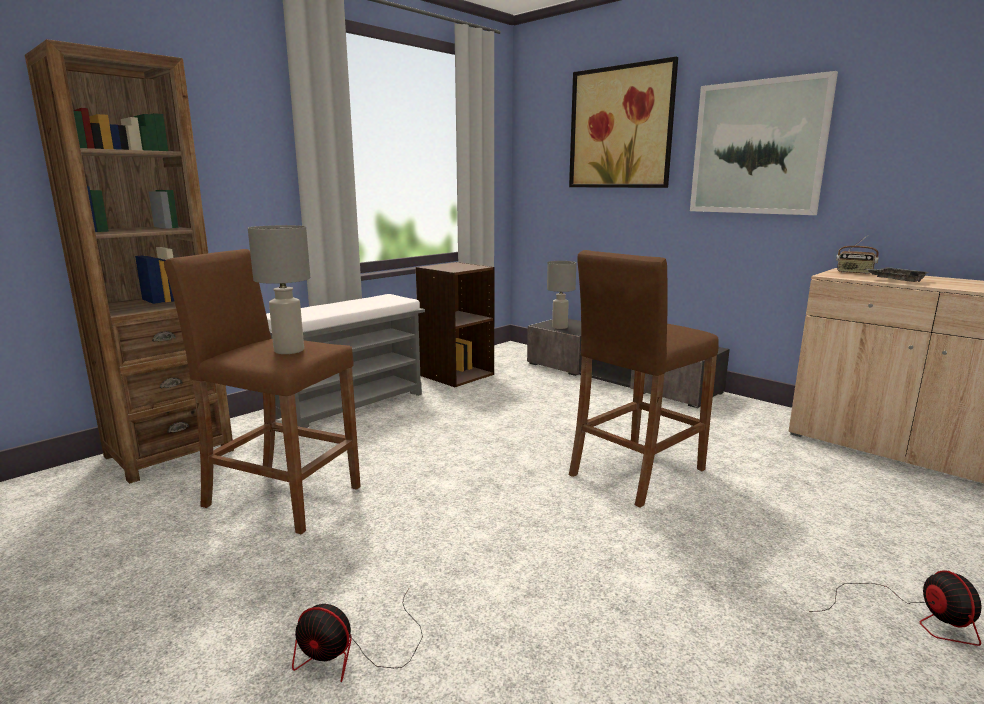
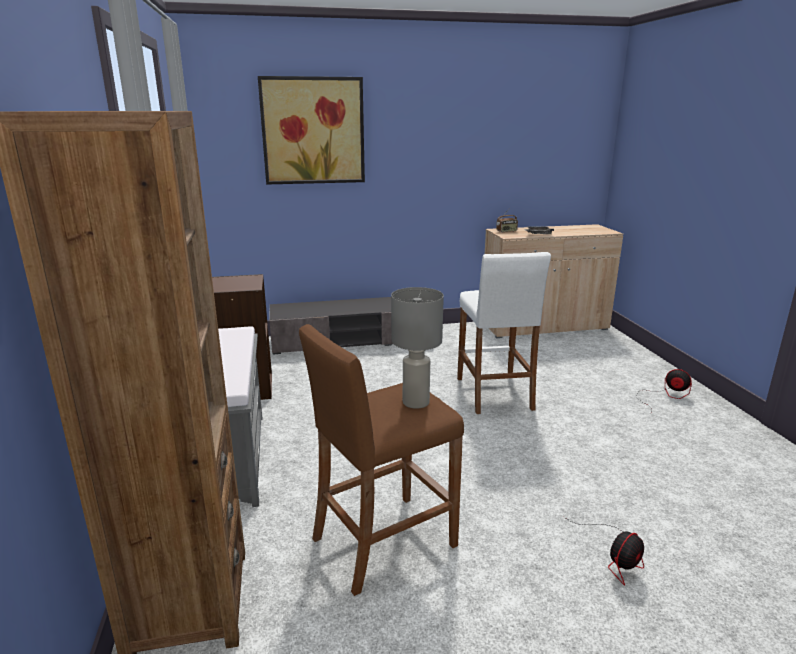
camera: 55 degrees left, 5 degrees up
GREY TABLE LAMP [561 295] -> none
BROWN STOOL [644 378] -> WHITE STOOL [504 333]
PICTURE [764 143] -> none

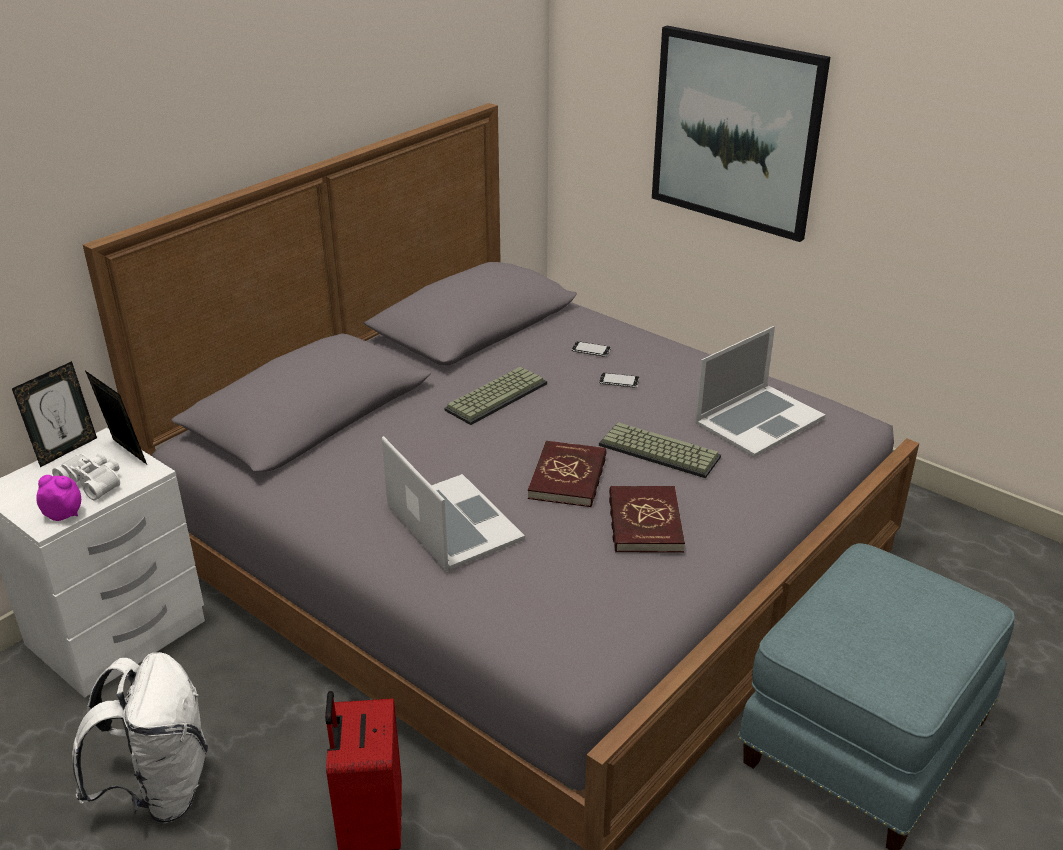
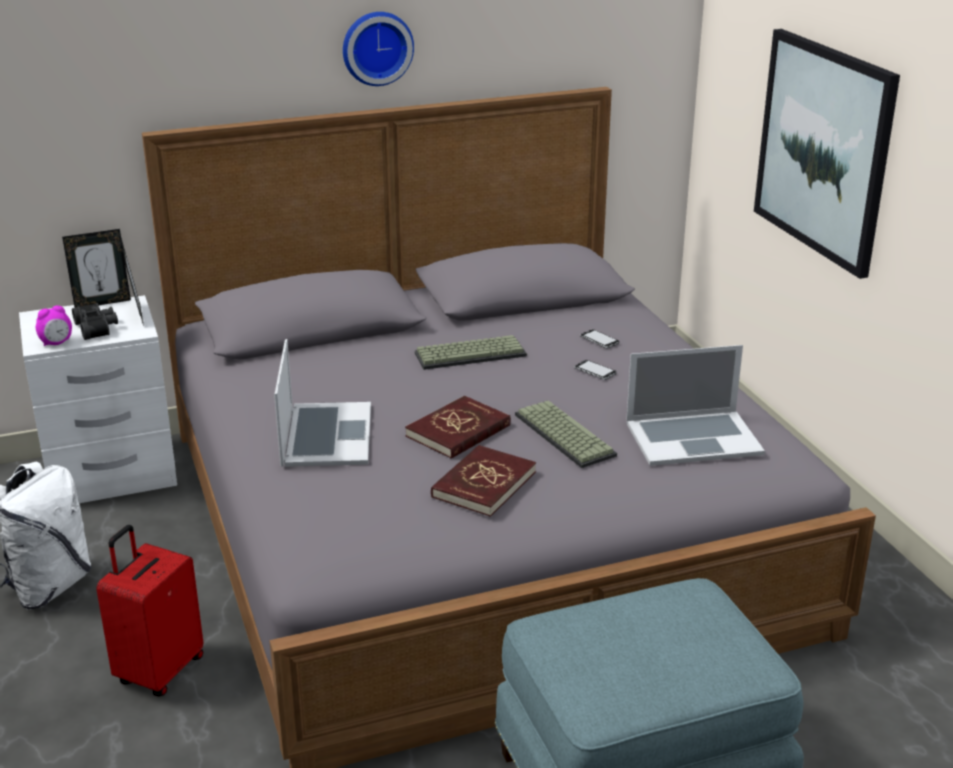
camera: 30 degrees right, 5 degrees down
ALARM CLOCK [58 498] -> ALARM CLOCK [54 326], 105 degrees clockwise
WHITE BINOCULARS [86 476] -> BLACK BINOCULARS [95 321]
none -> WALL CLOCK [378 49]

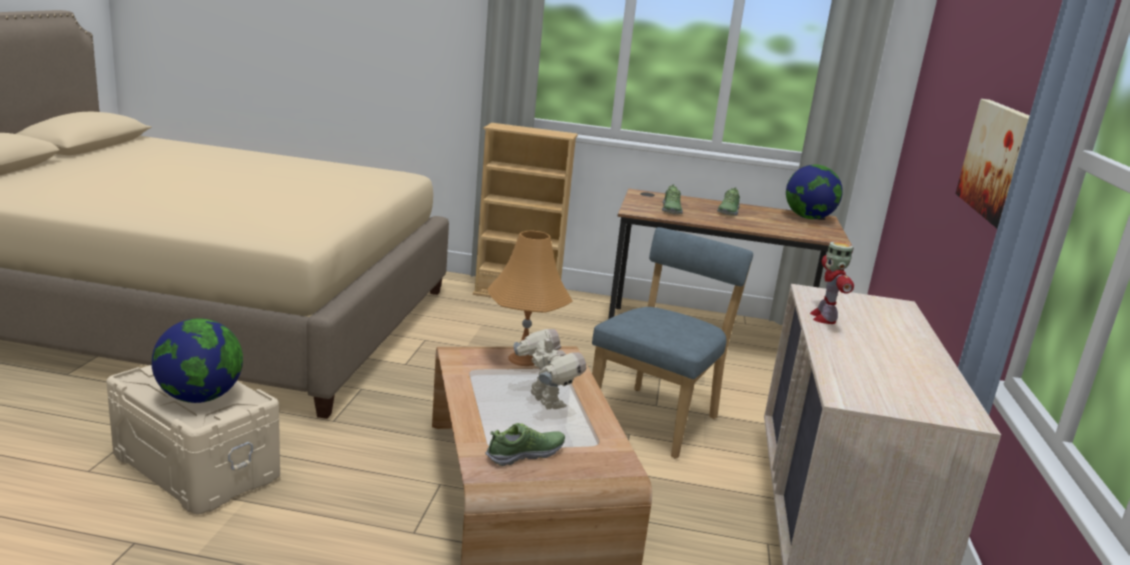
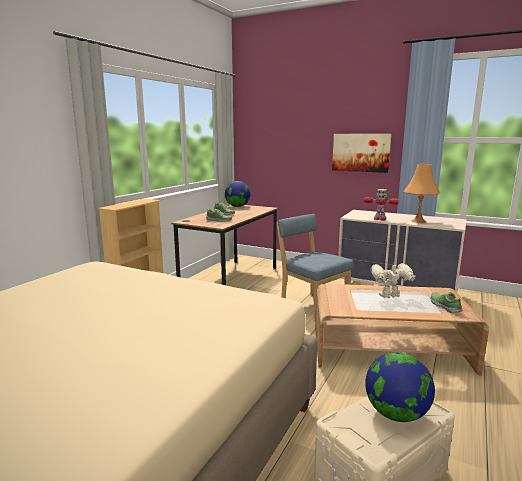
camera: 70 degrees left, 5 degrees down
ORANGE TABLE LAMP [529 298] -> ORANGE TABLE LAMP [421 193], move

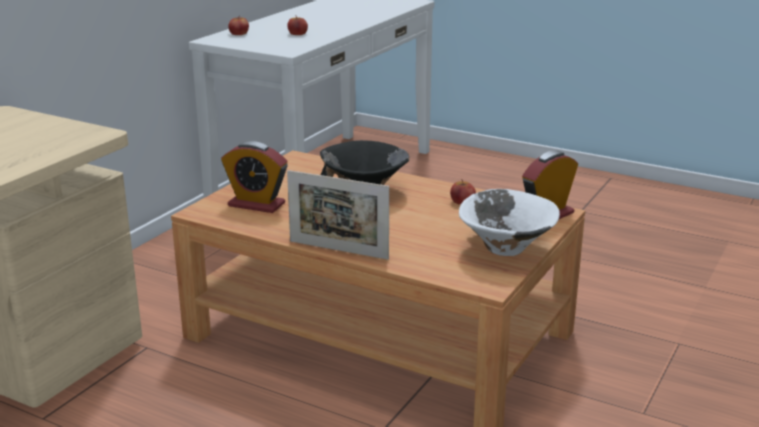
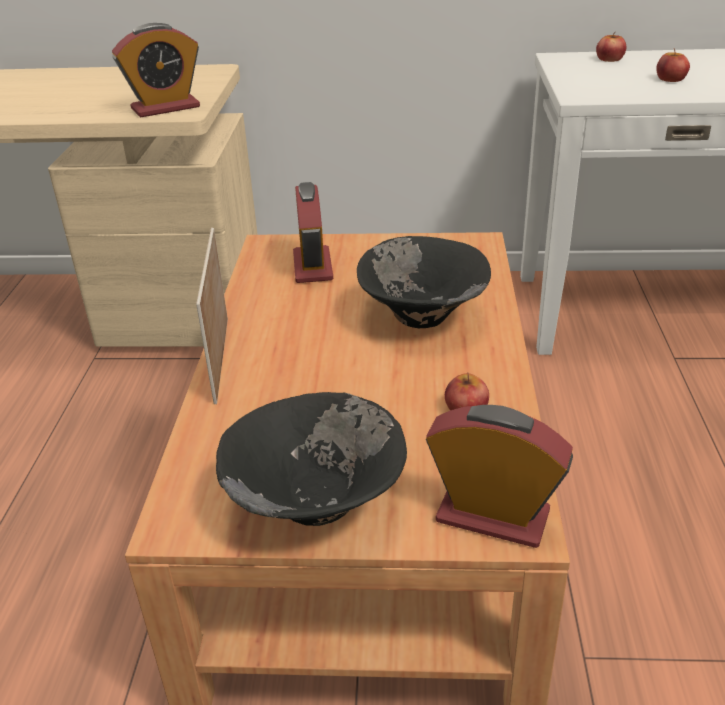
camera: 65 degrees right, 10 degrees up
WHITE BOWL [509 222] -> BLACK BOWL [311 459]
none -> ALARM CLOCK [156 70]

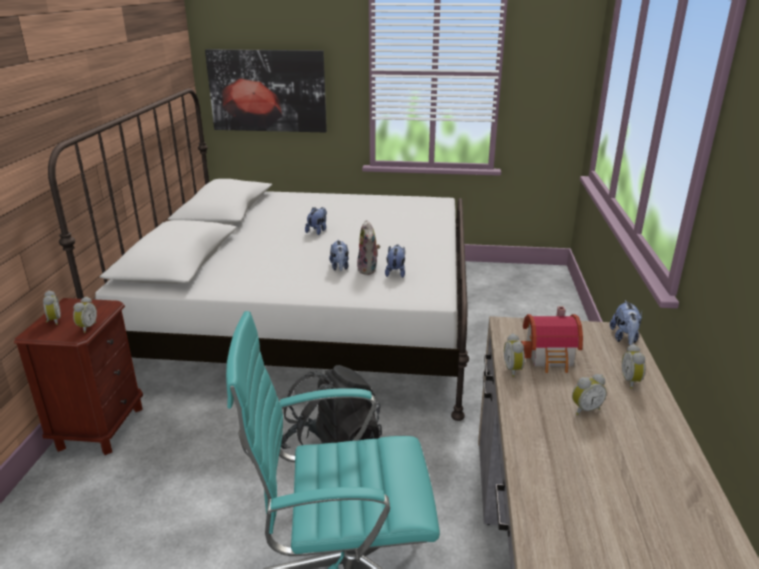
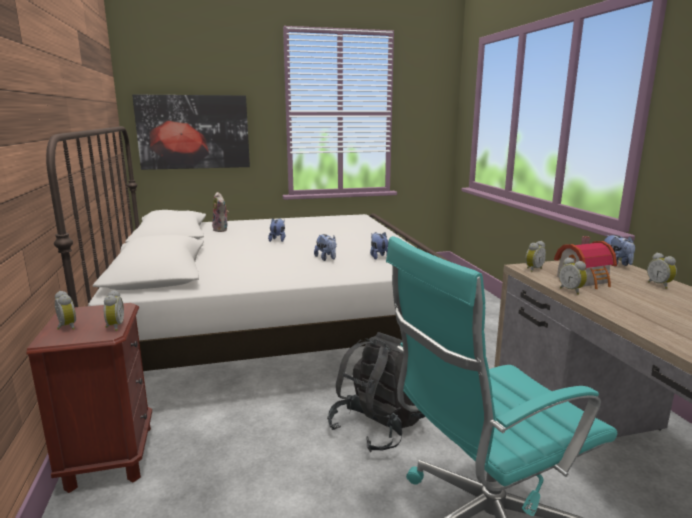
camera: 20 degrees left, 10 degrees down
PLUSH TOY [368 247] -> PLUSH TOY [220 212], move
ALARM CLOCK [589 394] -> ALARM CLOCK [535 256], move

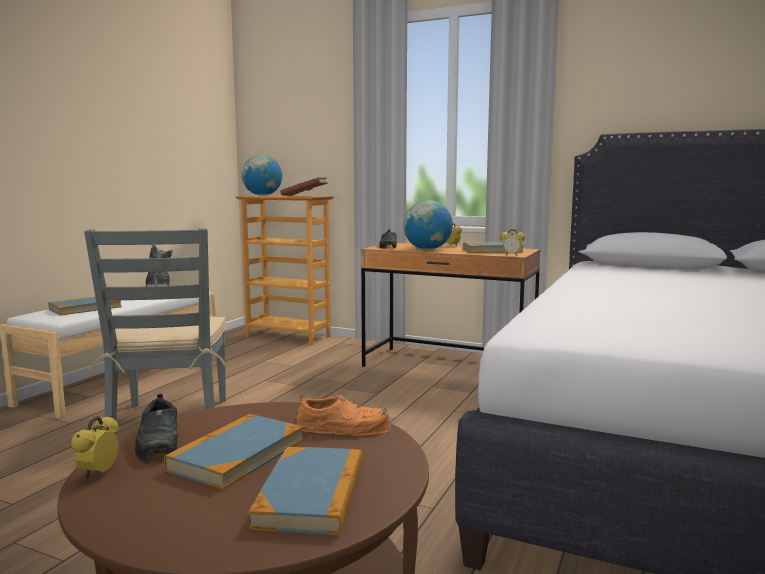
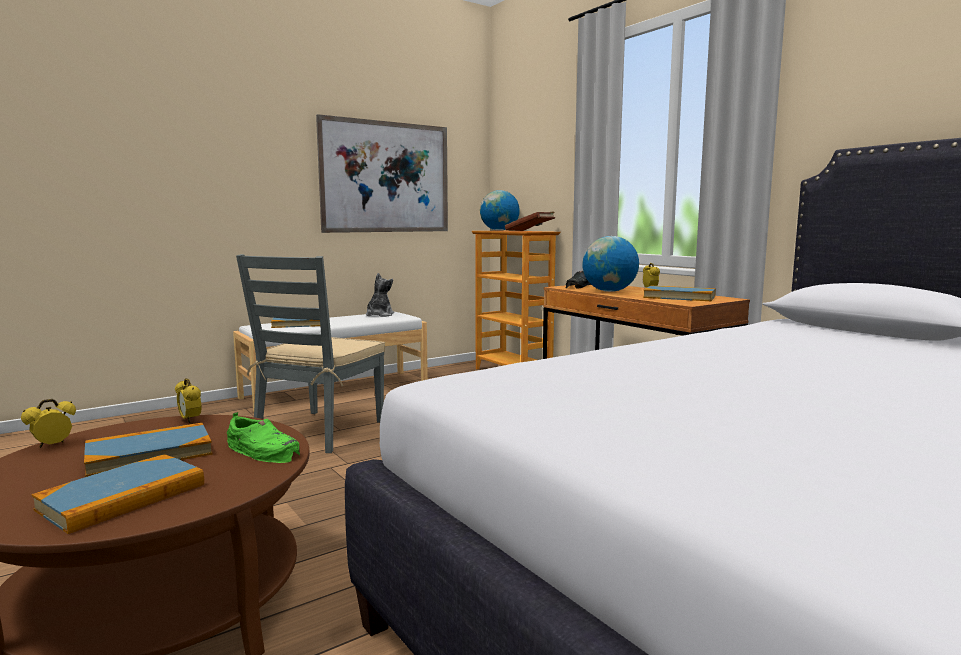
camera: 30 degrees right, 0 degrees up
BLACK SHOE [156 429] -> none
ORANGE SHOE [343 415] -> GREEN SHOE [263 437]
ALARM CLOCK [512 242] -> ALARM CLOCK [188 400], move
none -> PICTURE [382 173]

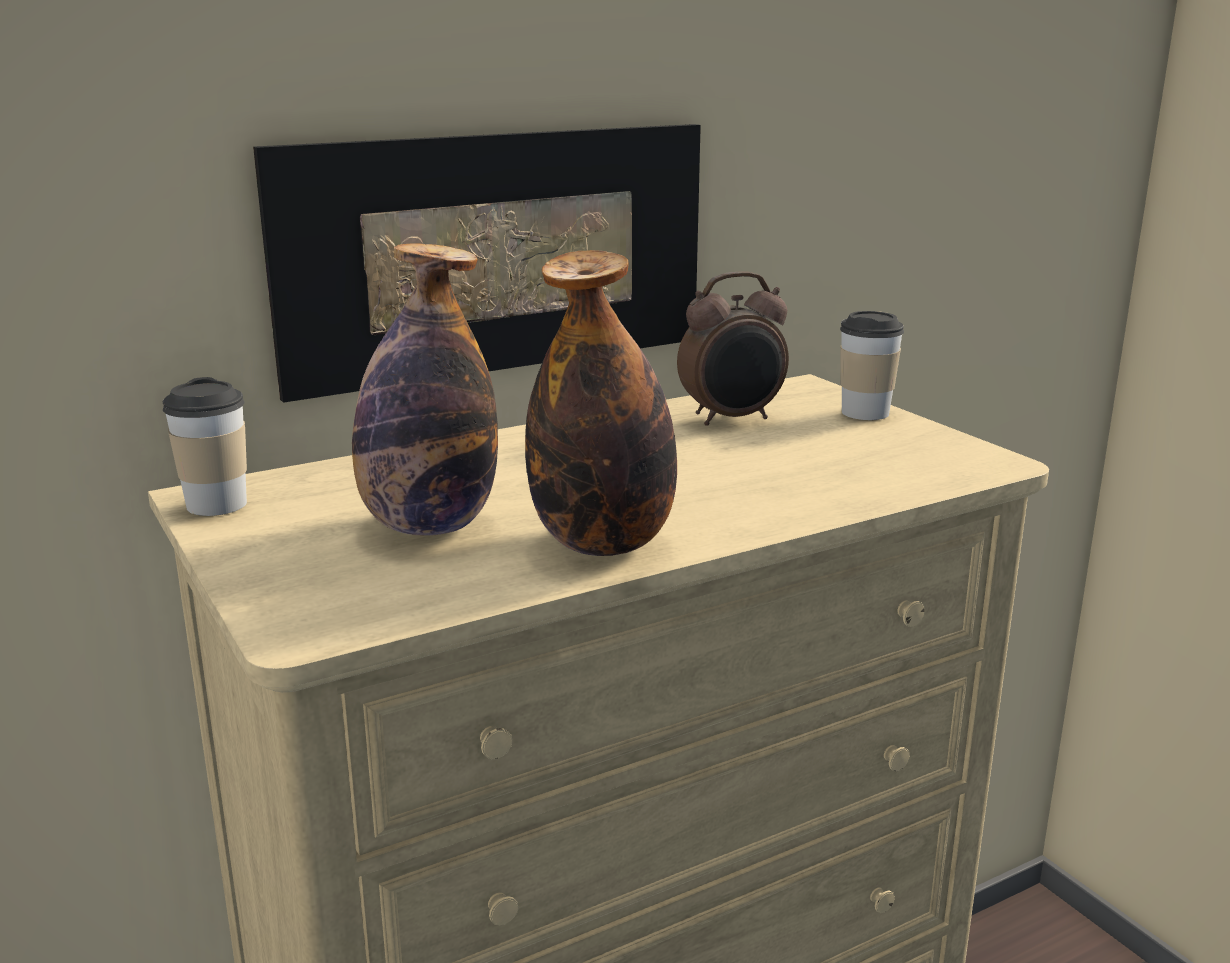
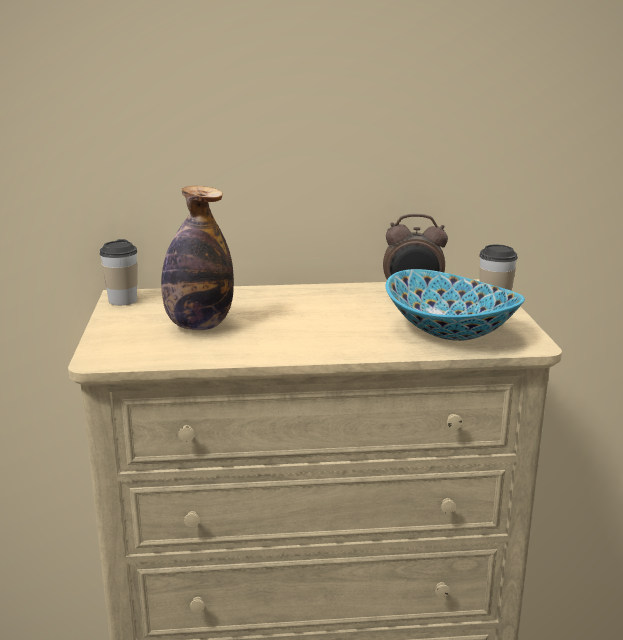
camera: 25 degrees right, 0 degrees up
PICTURE [477 263] -> none
BOTTLE [601 403] -> none
none -> BOWL [455 305]

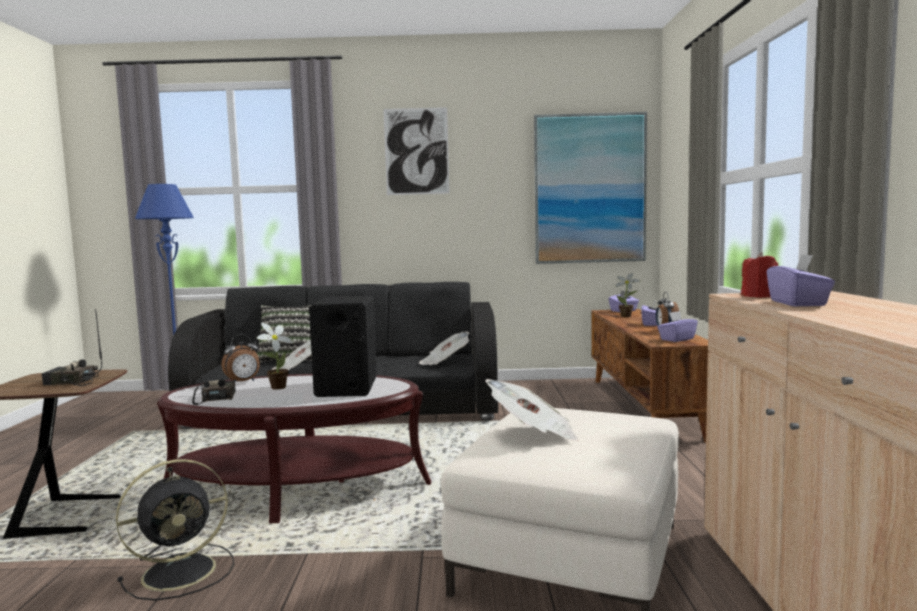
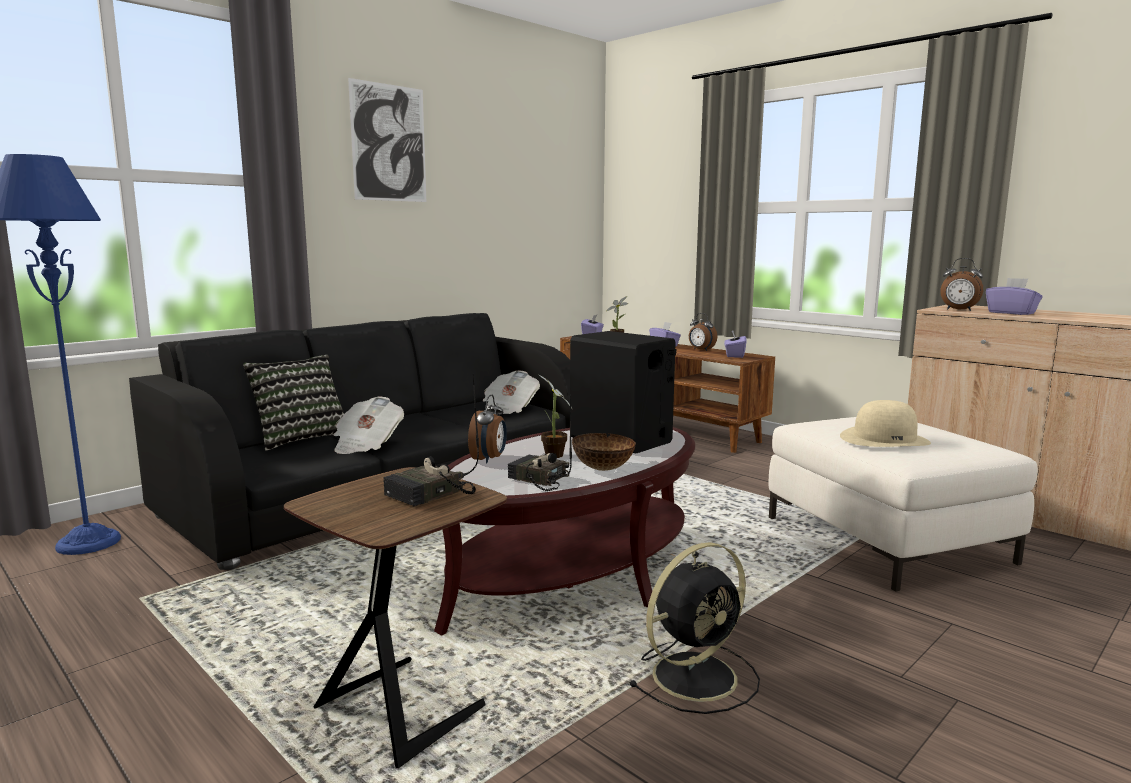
camera: 45 degrees left, 5 degrees up
BLACK FAN [175 530] -> BLACK FAN [694 628], 45 degrees clockwise
NEWSPAPER [531 410] -> BEIGE HAT [885 423]
PICTURE [590 188] -> none
RED CANDLE [759 275] -> ALARM CLOCK [961 284]
none -> BOWL [604 452]

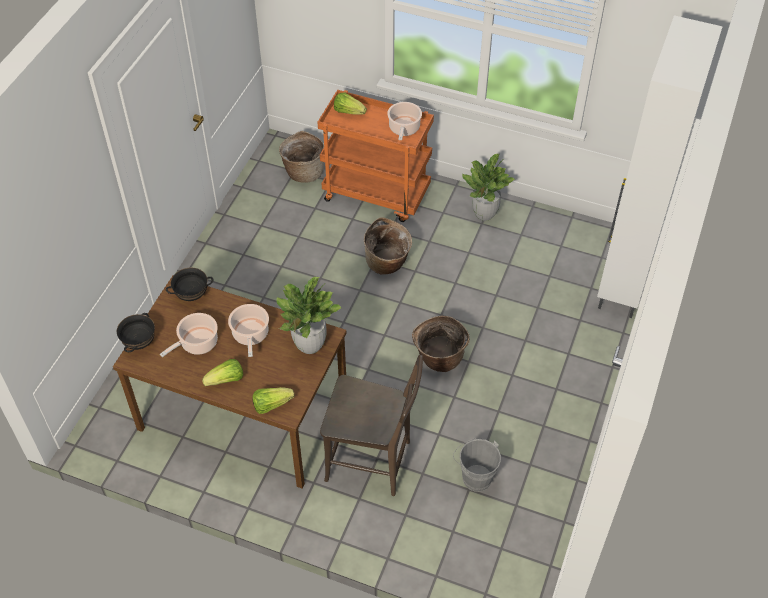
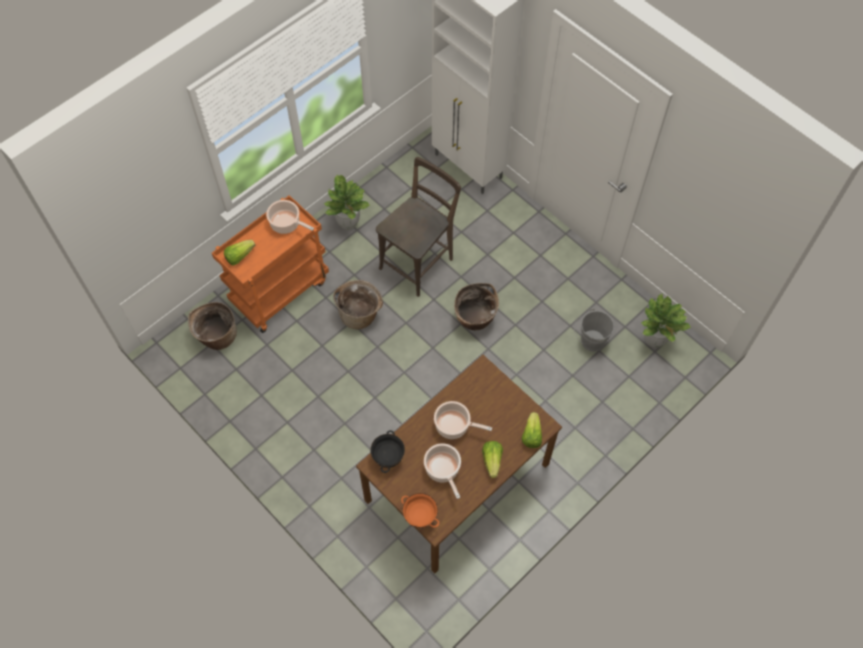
camera: 65 degrees left, 10 degrees up
BLACK BOWL [136 332] -> ORANGE BOWL [420 510]
POTTED PLANT [309 315] -> POTTED PLANT [666 321], move
BROWN CHAIR [371 425] -> BROWN CHAIR [418 227], move

